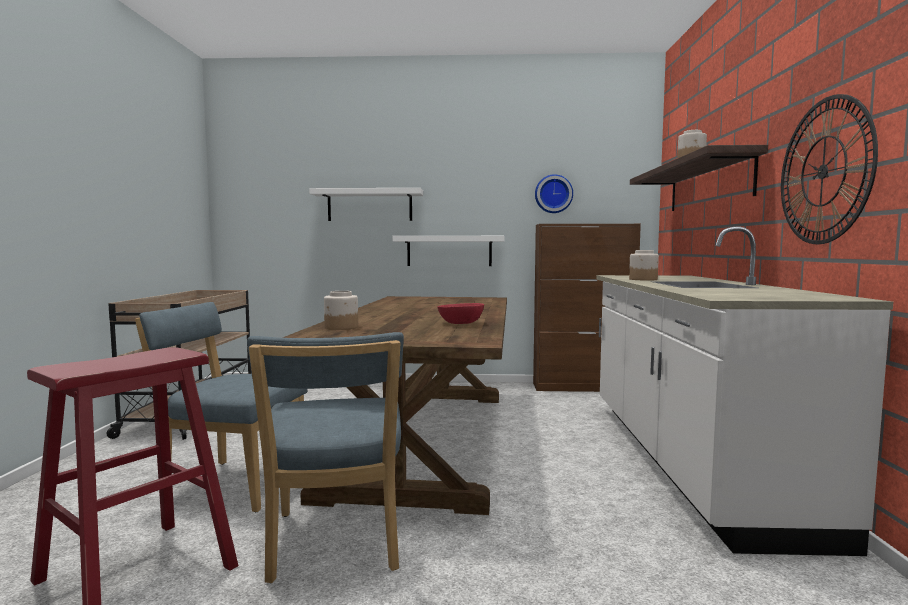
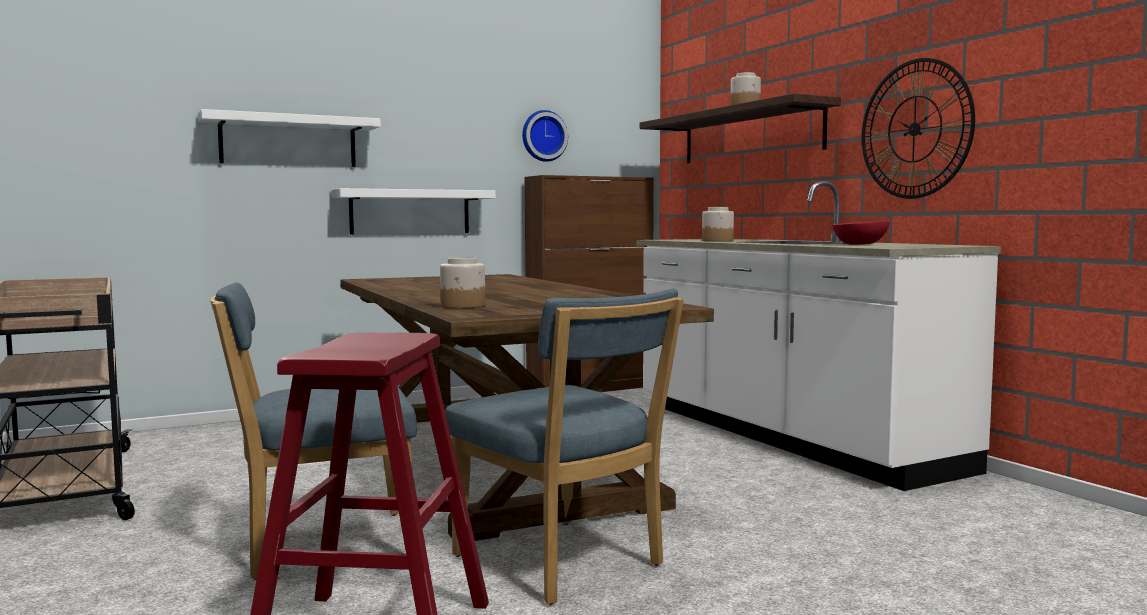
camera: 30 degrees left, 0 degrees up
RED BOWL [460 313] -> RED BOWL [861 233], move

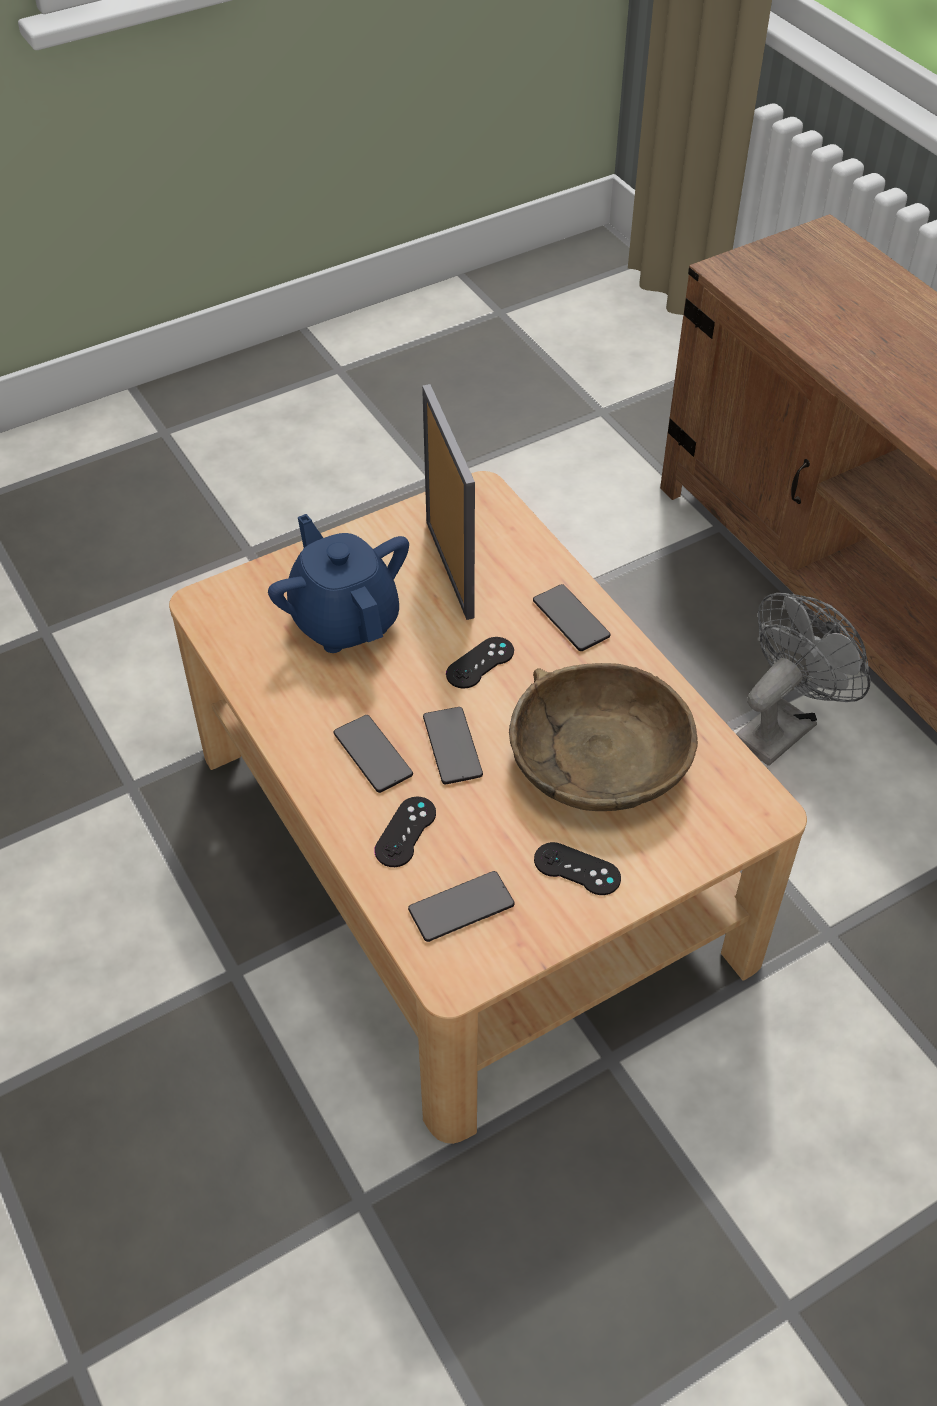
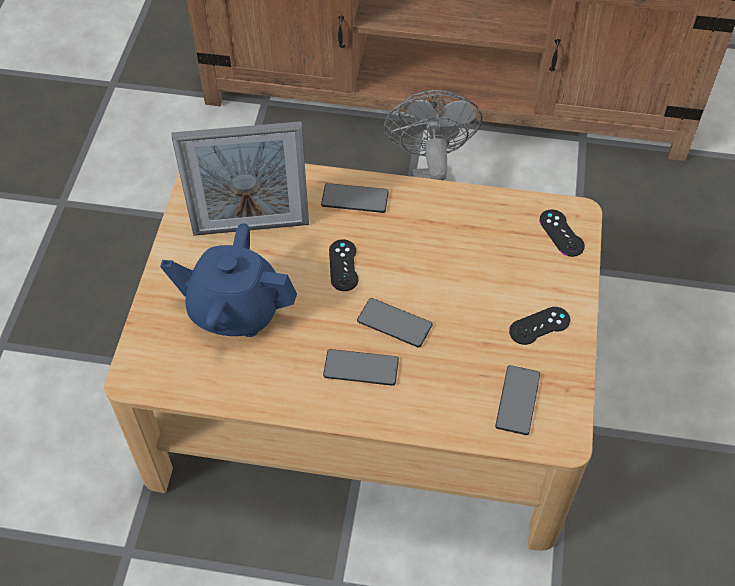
camera: 50 degrees left, 5 degrees up
BLACK GAME CONTROLLER [405 832] -> BLACK GAME CONTROLLER [562 233], move
PICTURE FRAME [448 502] -> PICTURE FRAME [240 178], 150 degrees clockwise
BROWN BOWL [603 737] -> none

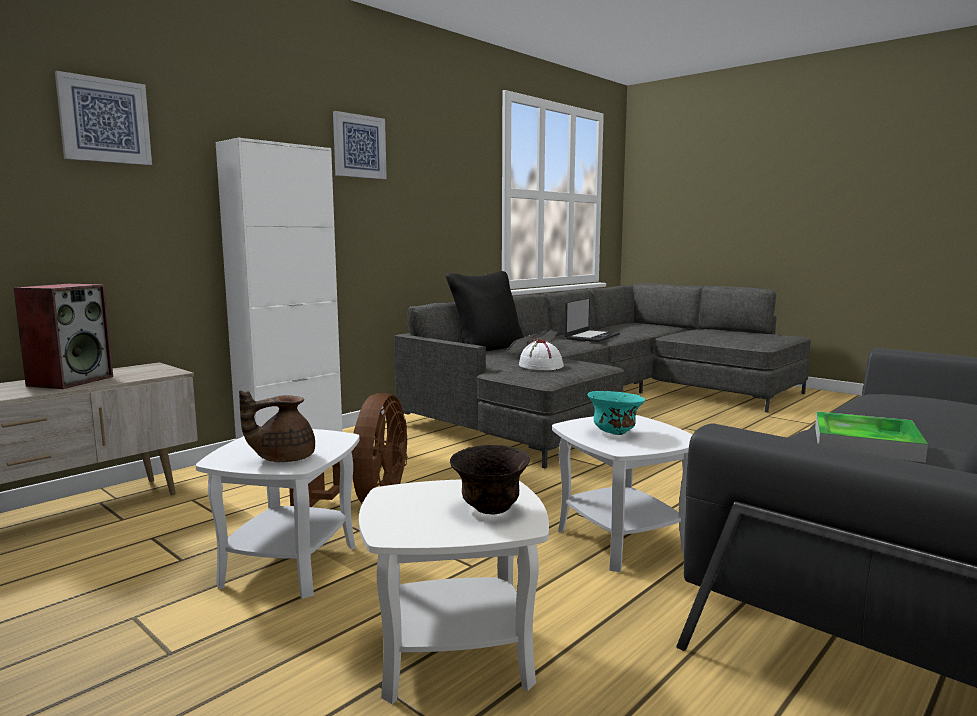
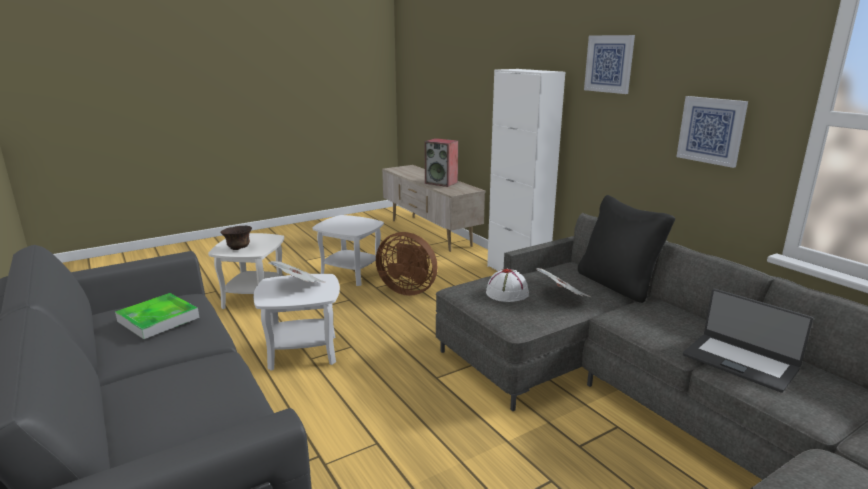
camera: 105 degrees right, 10 degrees up
PICTURE [103 118] -> PICTURE [712 132], move
BROWN TEAPOT [277 426] -> none
TURQUOISE BOWL [616 413] -> NEWSPAPER [296 272]

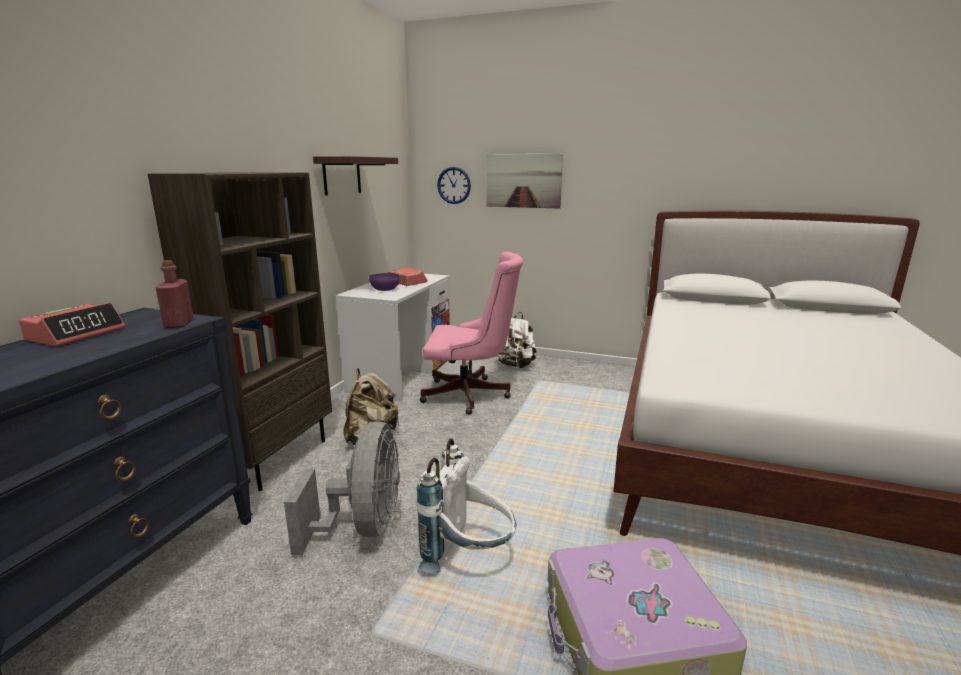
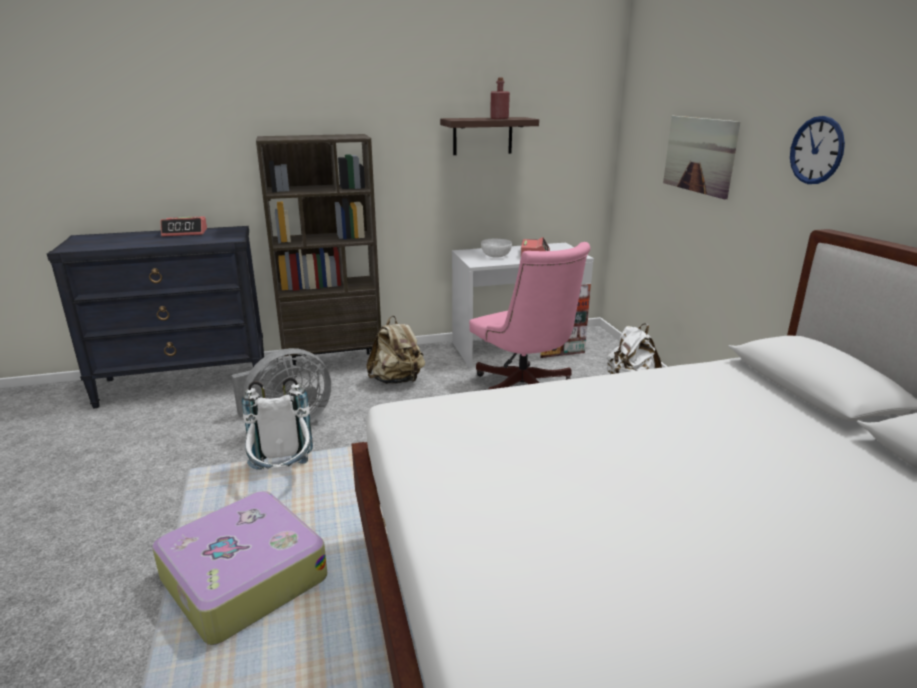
camera: 55 degrees right, 5 degrees up
RED BOTTLE [175 294] -> RED BOTTLE [500 98], move
PURPLE BOWL [384 282] -> WHITE BOWL [496 248]
WALL CLOCK [454 185] -> WALL CLOCK [817 150], move

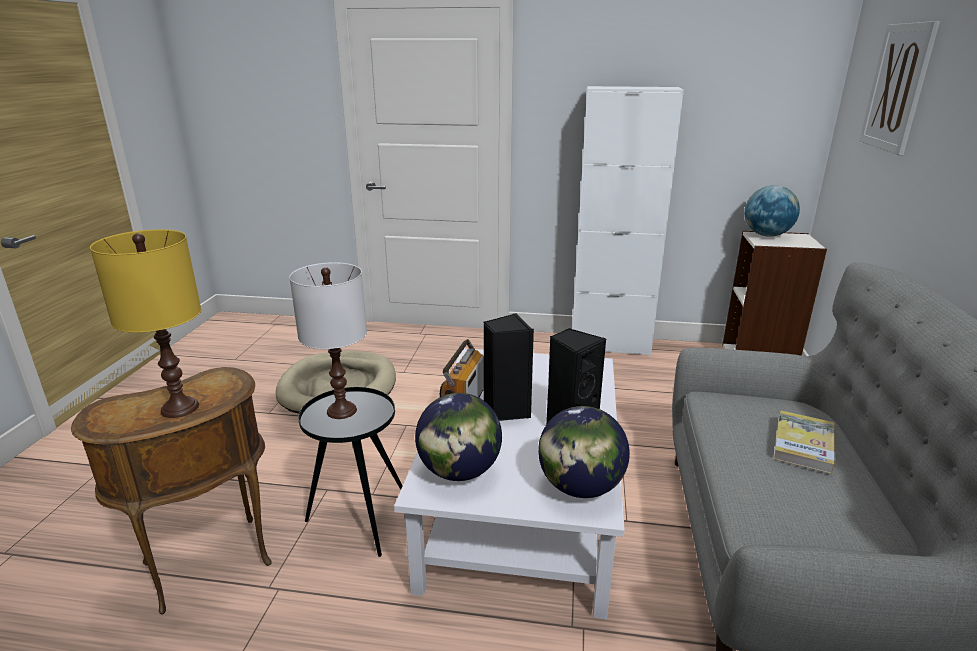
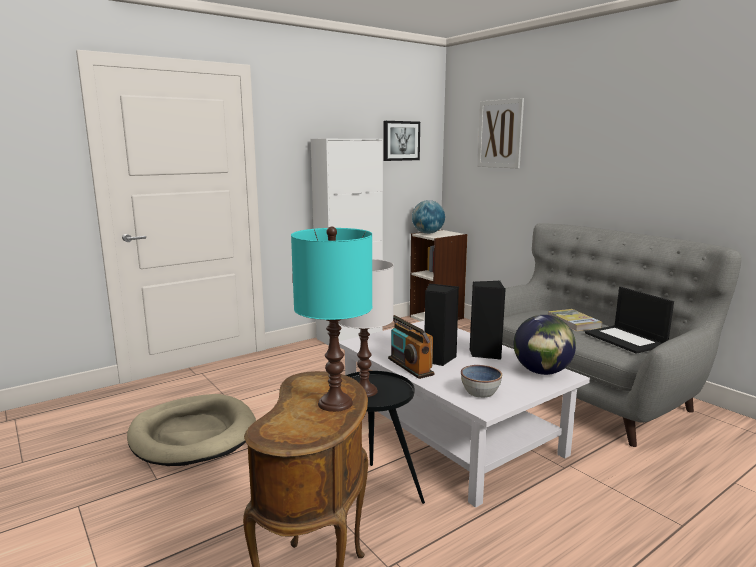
camera: 45 degrees left, 10 degrees down
YELLOW TABLE LAMP [145 323] -> TURQUOISE TABLE LAMP [331 319]
GLOBE [458 437] -> BOWL [481 381]
none -> PICTURE [402 141]
none -> LAPTOP [629 320]

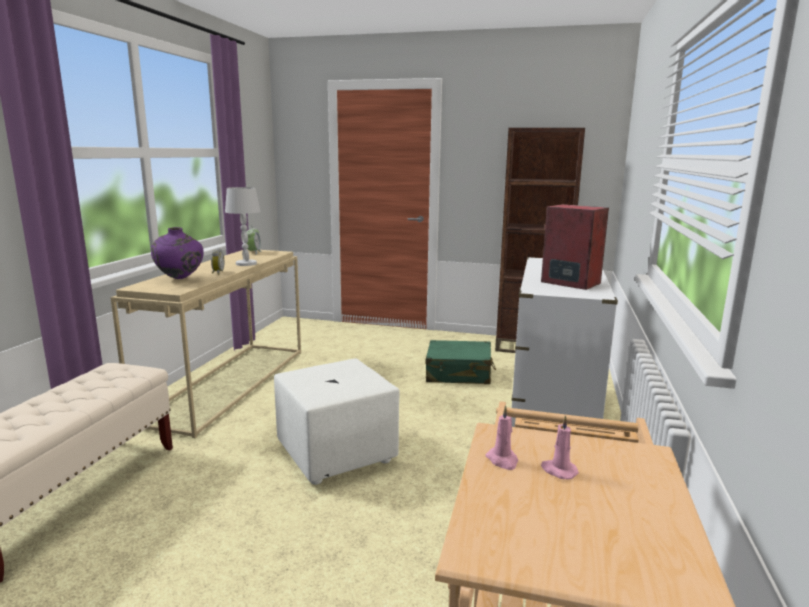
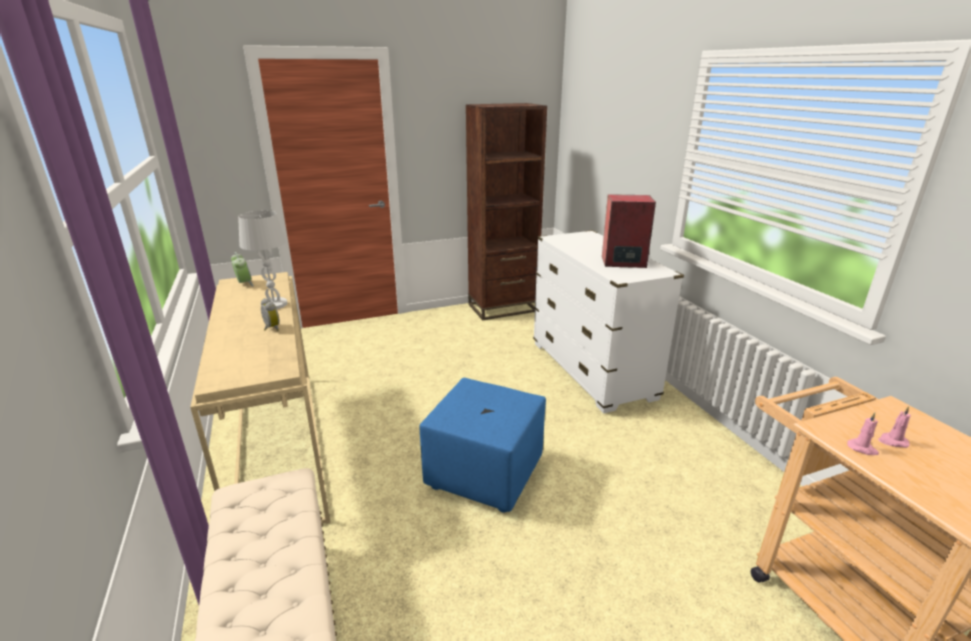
camera: 35 degrees left, 10 degrees up
PURPLE VASE [177 253] -> none
WHITE OTTOMAN [337 421] -> BLUE OTTOMAN [482 445]
GREEN SUITCASE [461 362] -> none

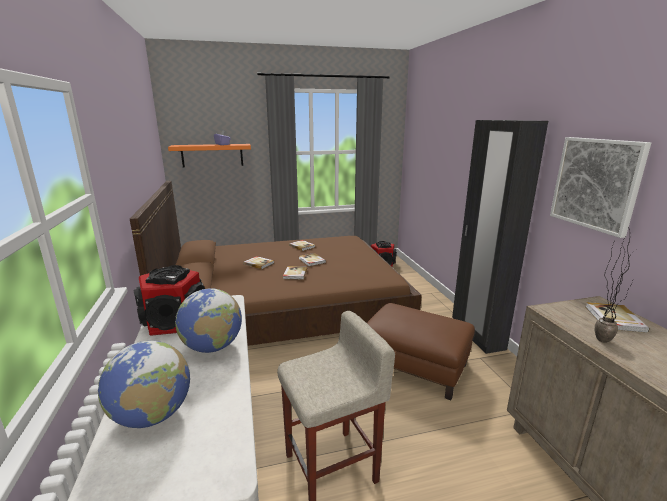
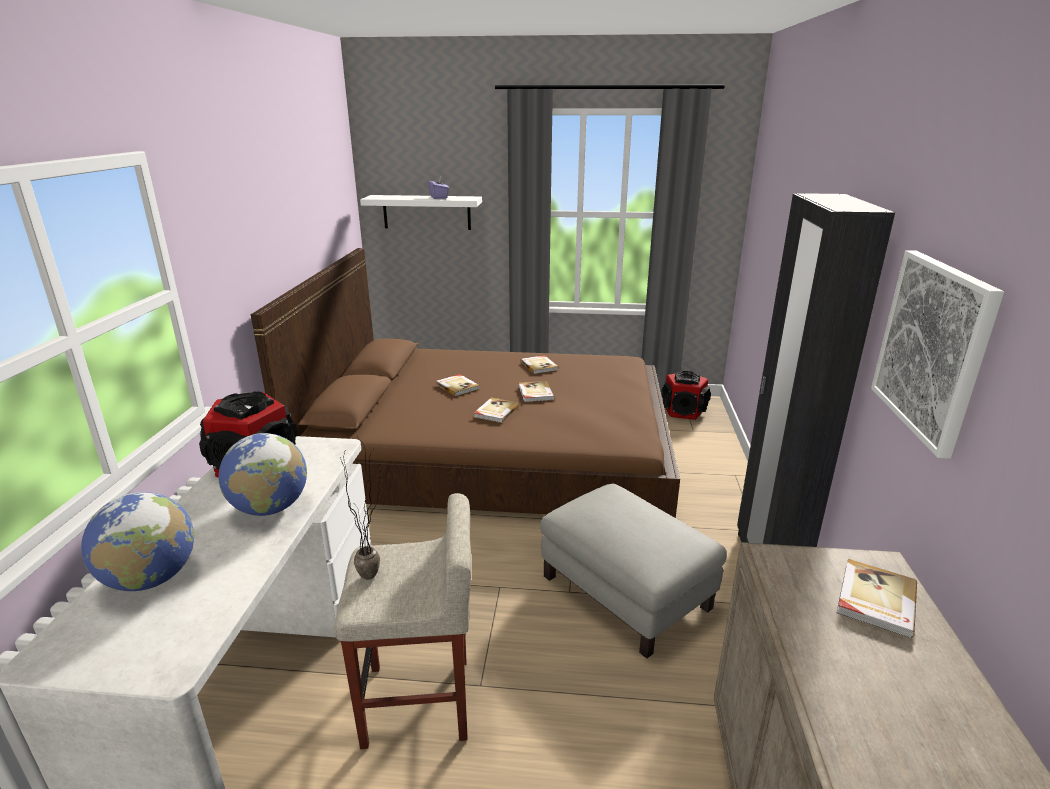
camera: 20 degrees right, 5 degrees up
ORANGE SHELF [209 155] -> WHITE SHELF [421 212]
BROWN OTTOMAN [421 351] -> GREY OTTOMAN [633 571]
POTTED PLANT [615 285] -> POTTED PLANT [361 509], move

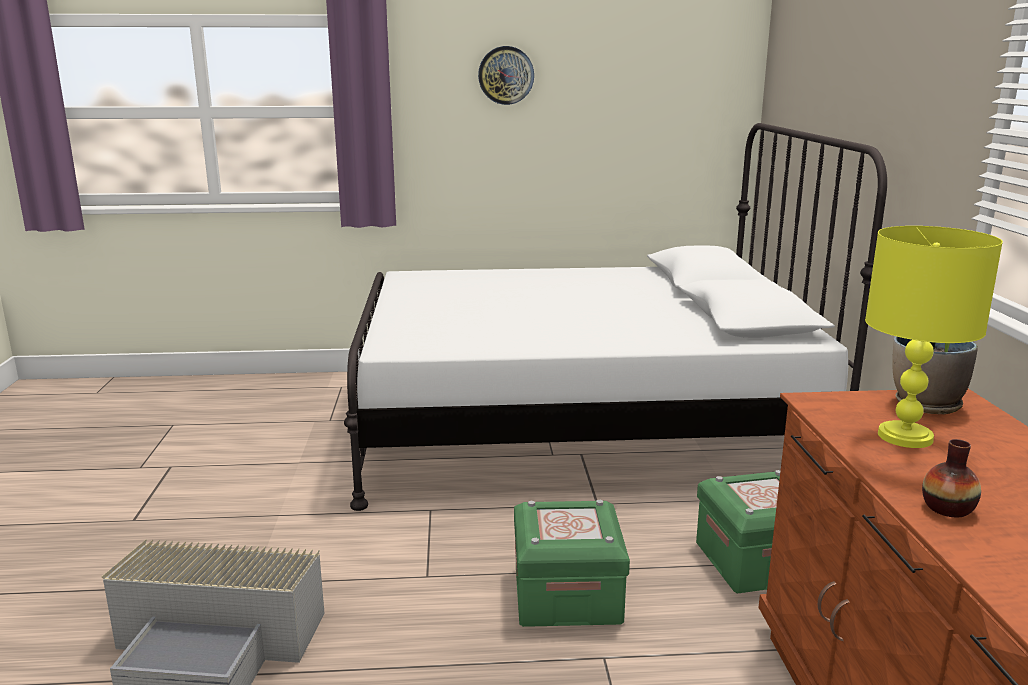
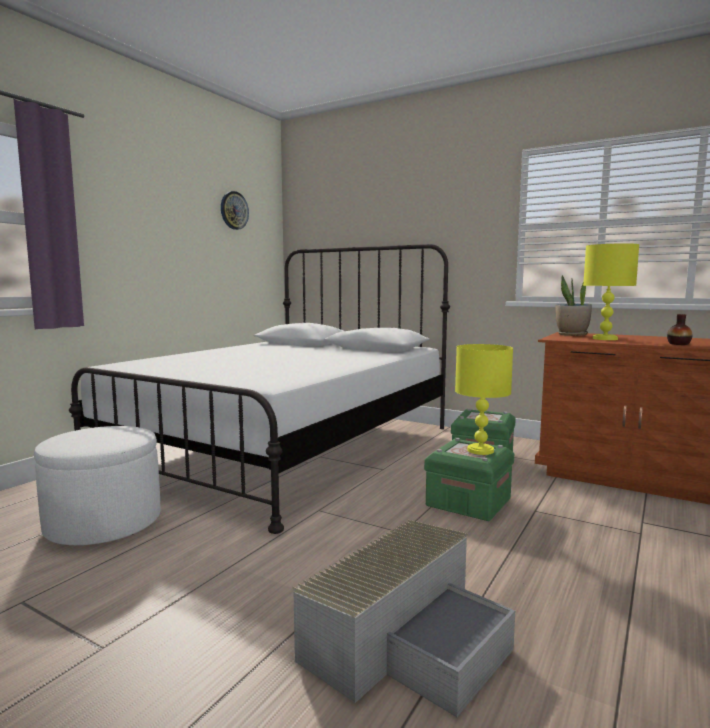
camera: 55 degrees left, 10 degrees down
WALL CLOCK [506 75] -> WALL CLOCK [235 210], move
none -> WHITE OTTOMAN [97 485]
none -> YELLOW TABLE LAMP [484 399]

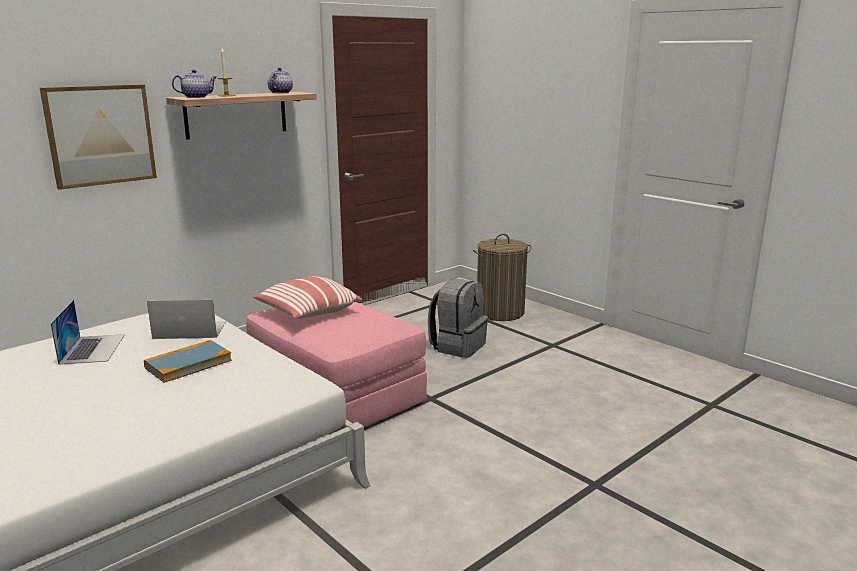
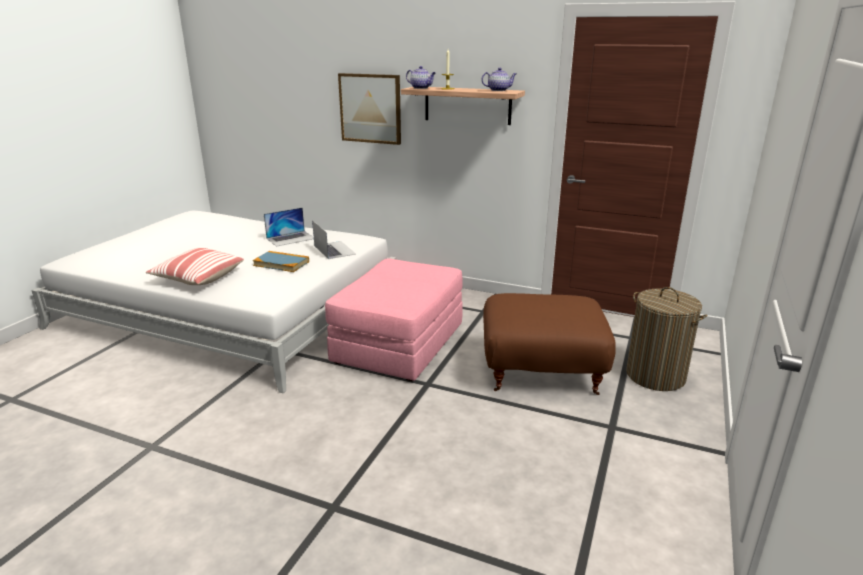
camera: 65 degrees right, 5 degrees up
PILLOW [307 297] -> PILLOW [195 266], move
GREY BACKPACK [458 318] -> BROWN OTTOMAN [549 344]

